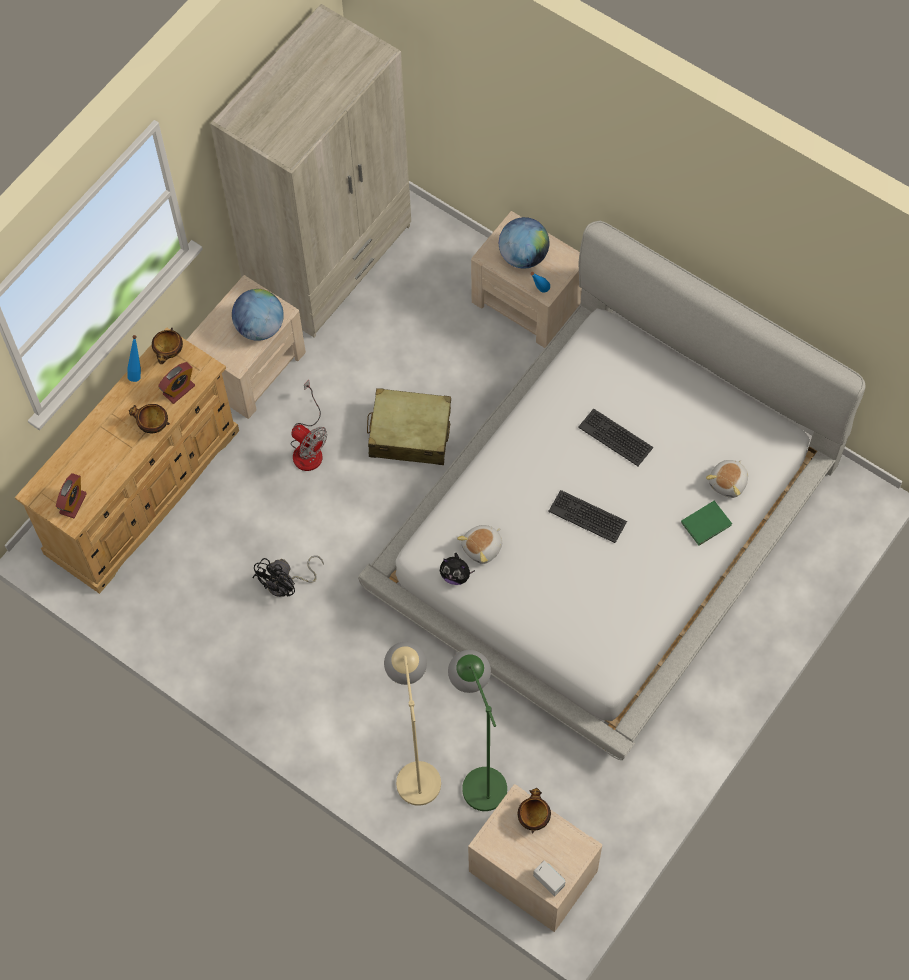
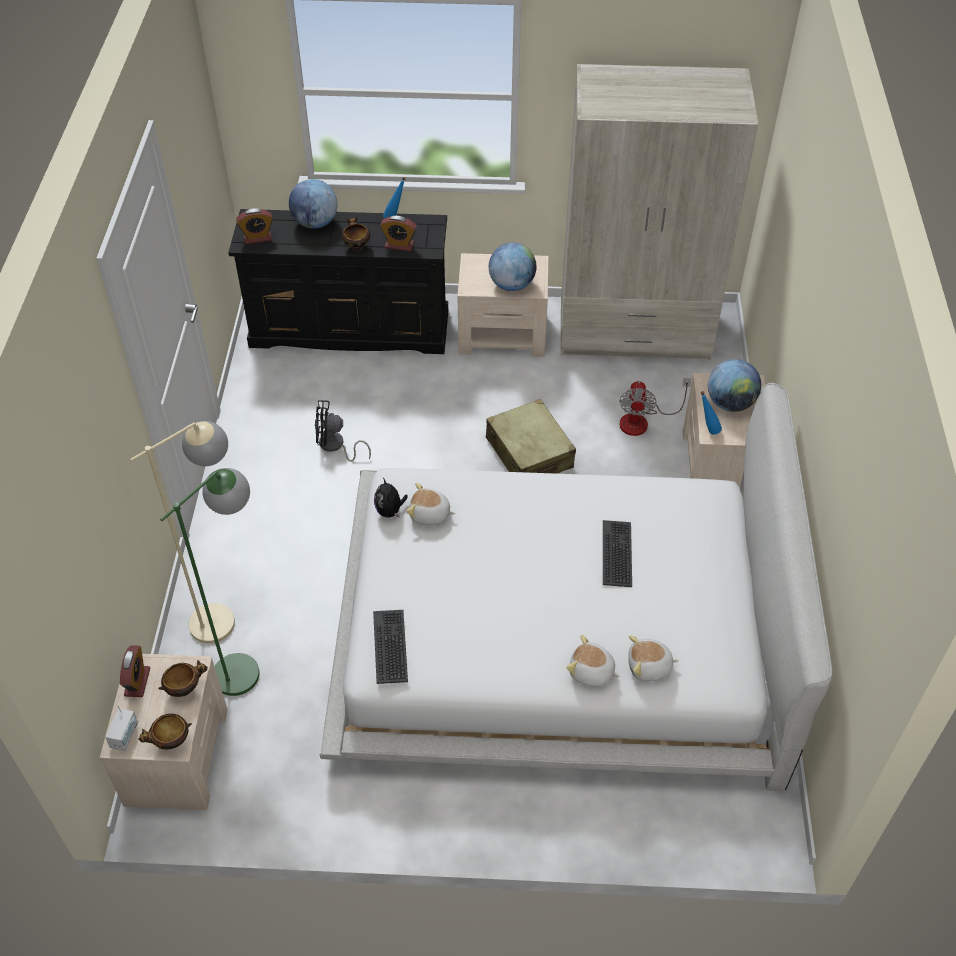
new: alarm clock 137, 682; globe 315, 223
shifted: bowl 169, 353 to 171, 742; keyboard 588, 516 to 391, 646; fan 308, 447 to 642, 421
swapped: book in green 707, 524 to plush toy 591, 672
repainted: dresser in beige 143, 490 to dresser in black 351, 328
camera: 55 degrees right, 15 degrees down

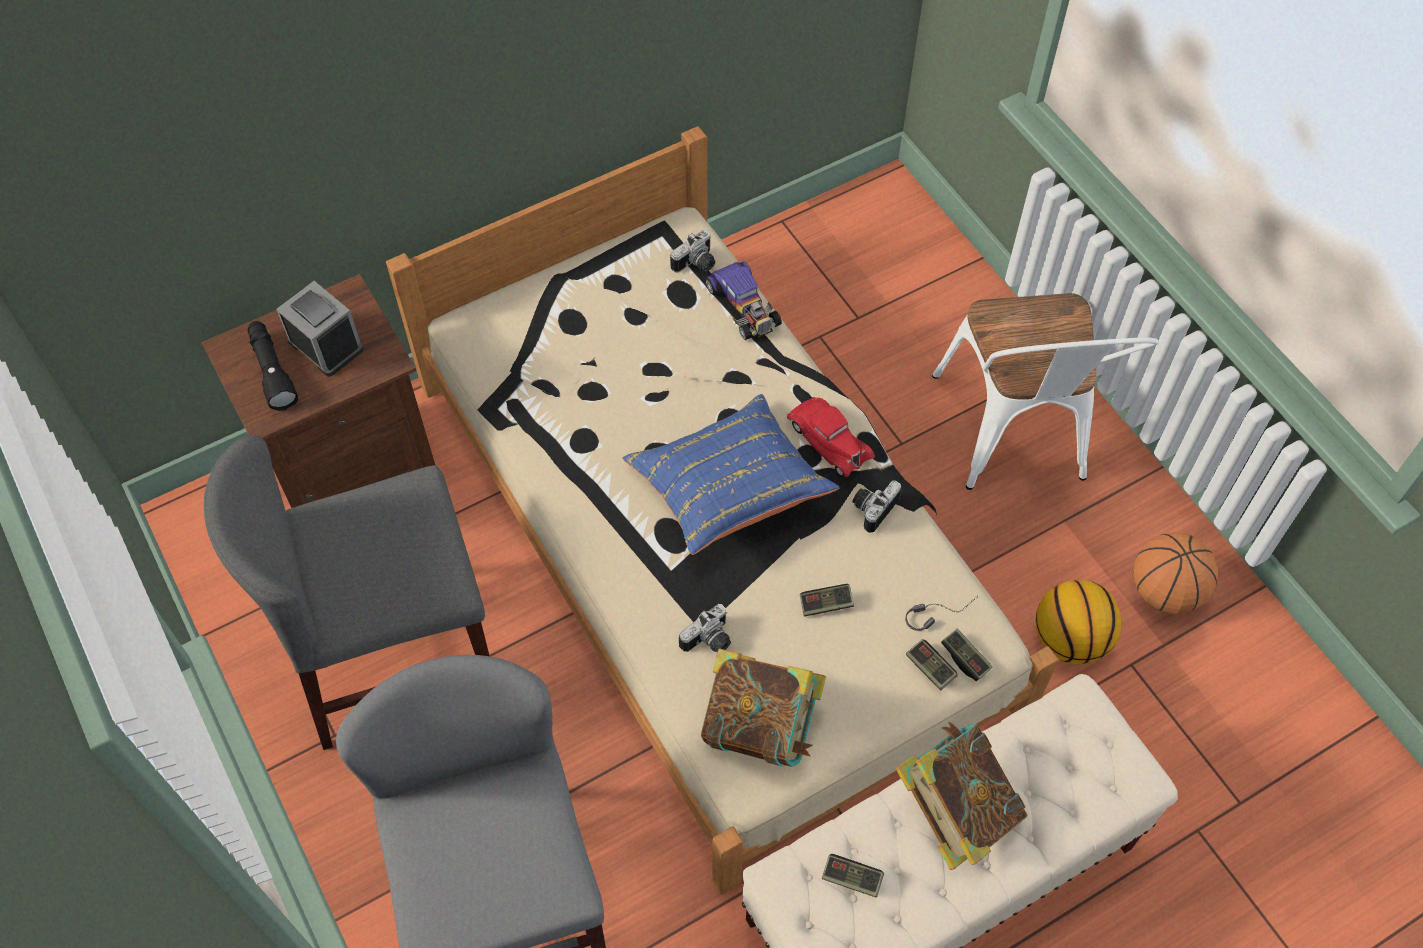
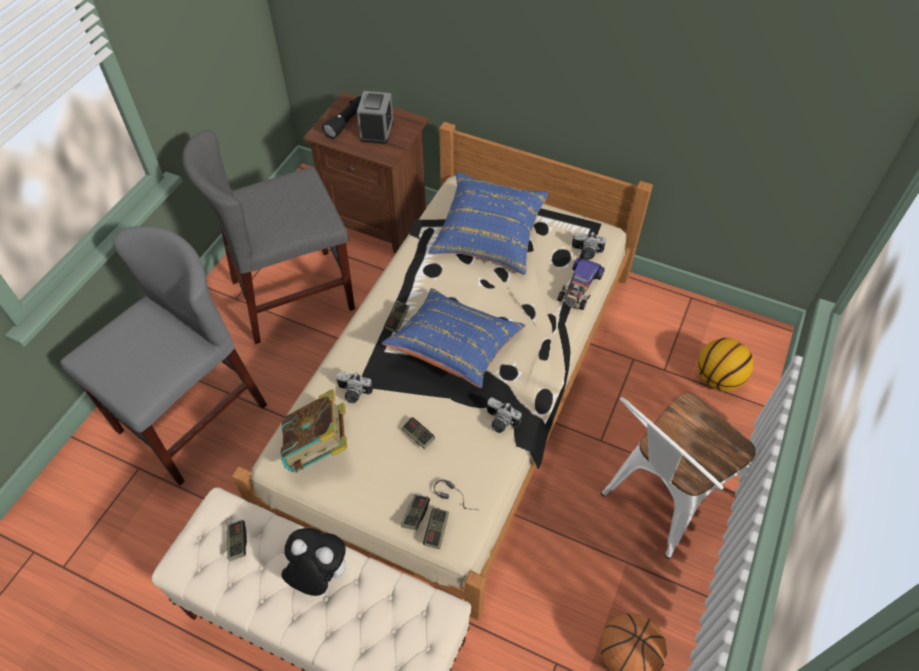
gone: toy car in red 829, 440
new: game controller 397, 320; pillow in blue 488, 236
shifted: basketball 1070, 639 to 718, 378
swapped: book 955, 808 to plush toy 318, 575
rotated: chair in grey 395, 655 = 293, 295 60 degrees counterclockwise; photo camera 872, 508 = 499, 422 150 degrees counterclockwise
camera: 55 degrees right, 5 degrees down

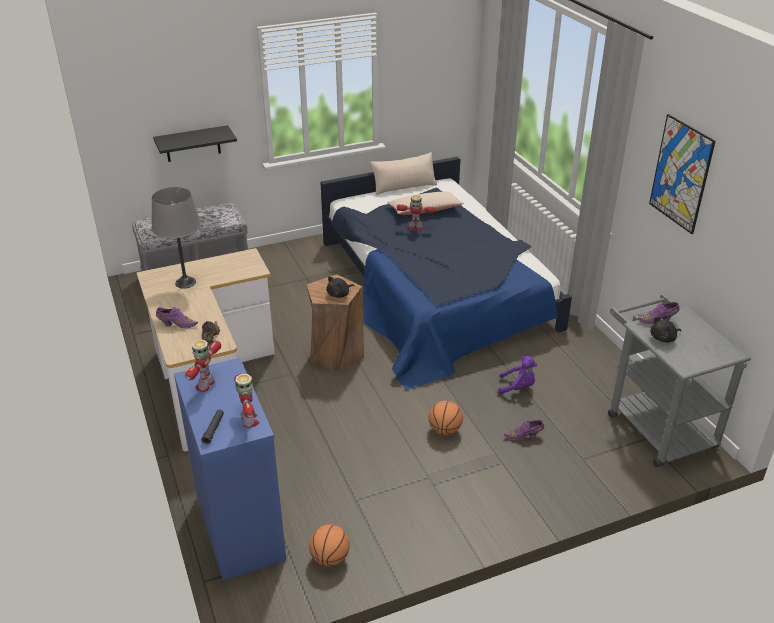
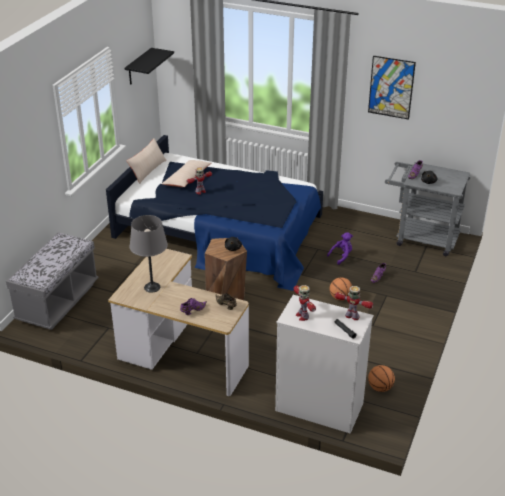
shifted: shelf in black 192, 144 to 138, 67
repainted: dresser in blue 239, 526 to dresser in white 318, 407
camera: 45 degrees left, 0 degrees up

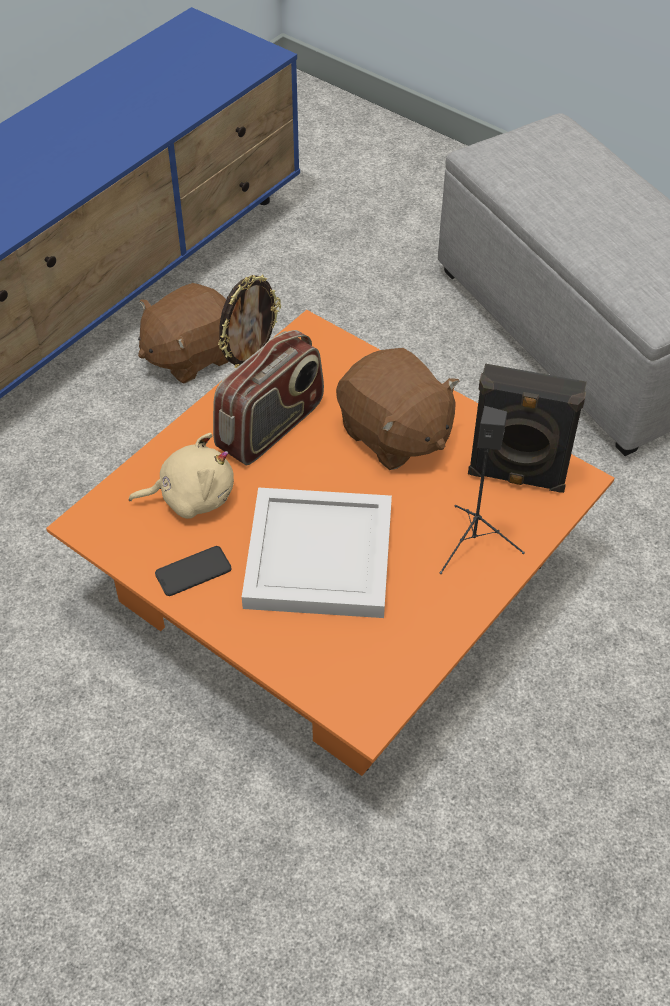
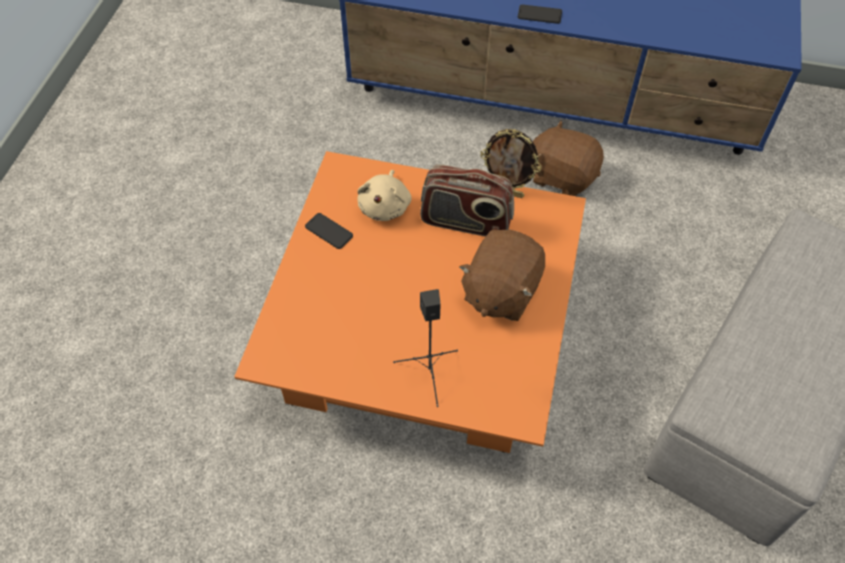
gone: tray in white 316, 558; speaker in black 516, 477
new: phone 539, 14
rotated: plush toy in beige 191, 496 = 385, 206 45 degrees clockwise
camera: 65 degrees right, 5 degrees up

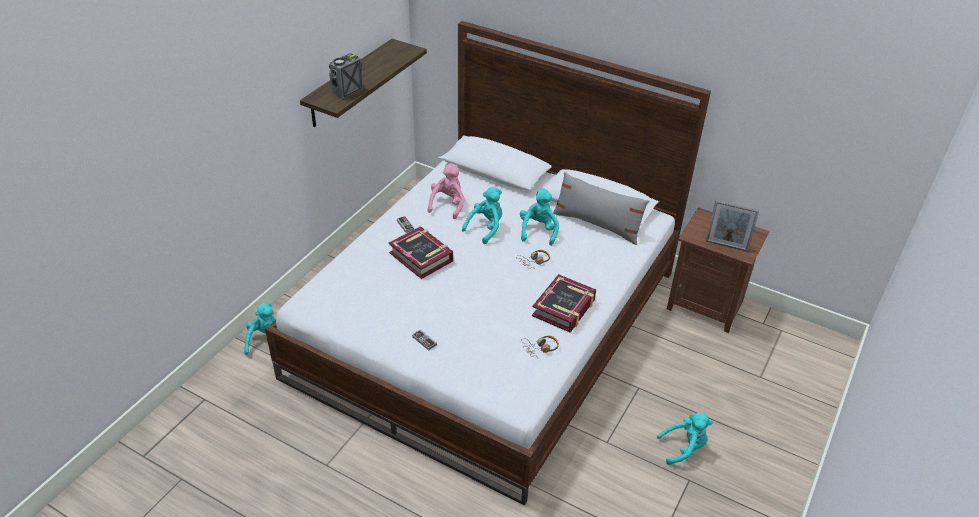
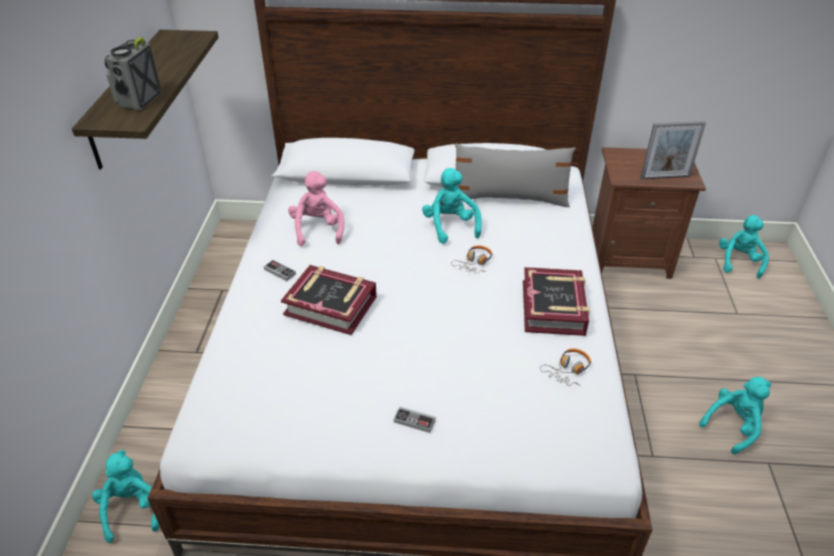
shifted: plush toy in turquoise 486, 228 to 739, 262
camera: 25 degrees left, 0 degrees up

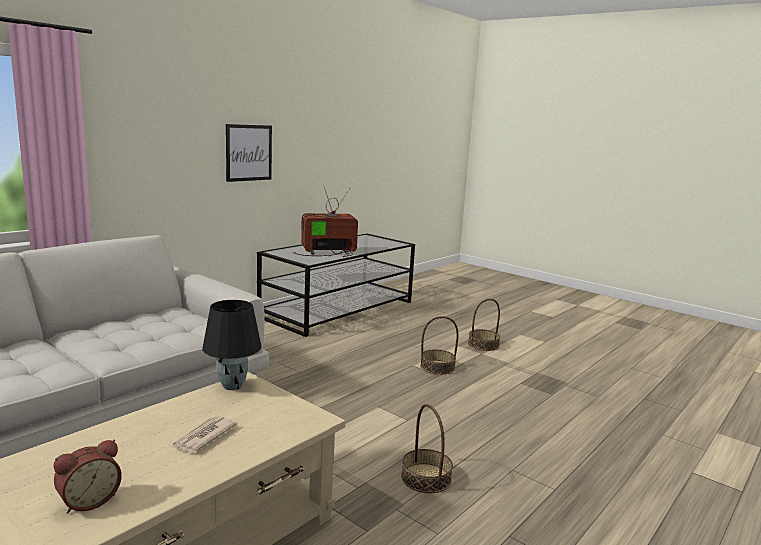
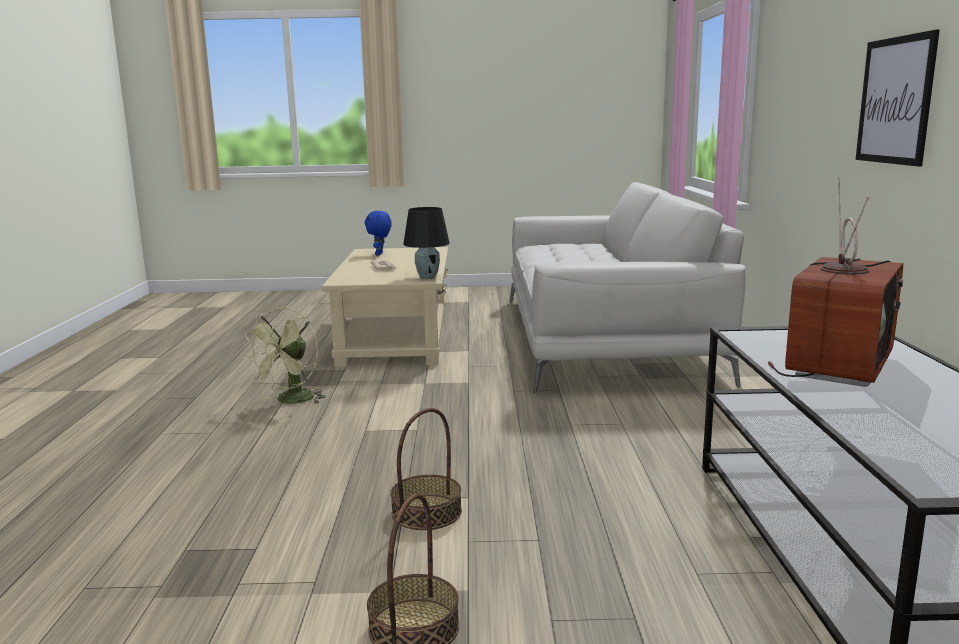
swapped: basket 426, 478 to fan in green 291, 401; alarm clock 89, 500 to plush toy in blue 380, 254
camera: 140 degrees right, 0 degrees up

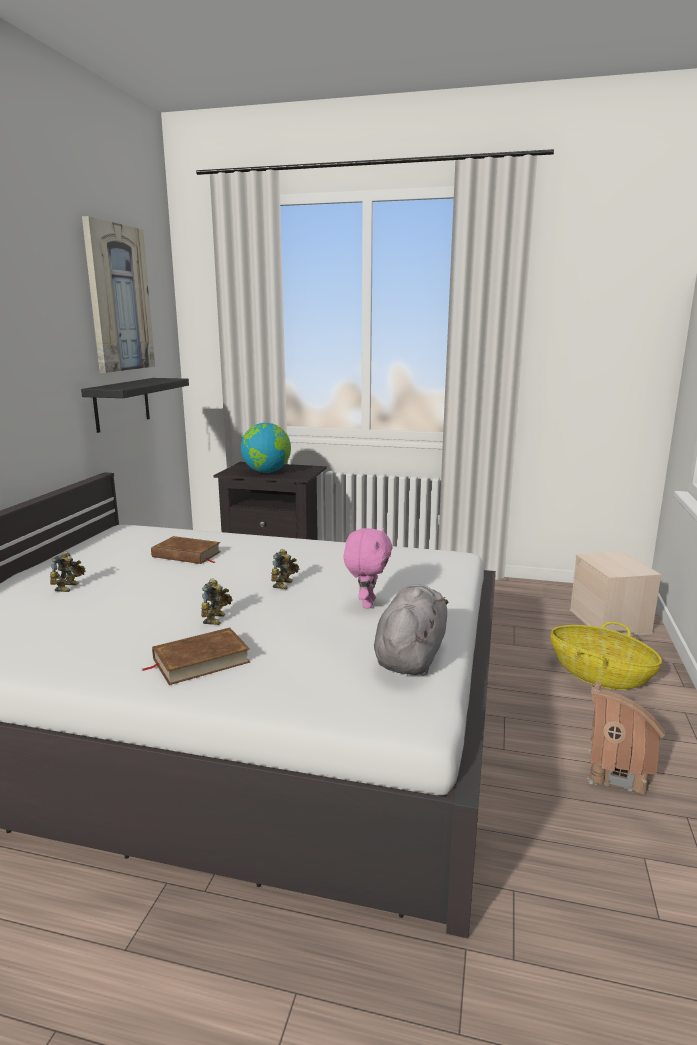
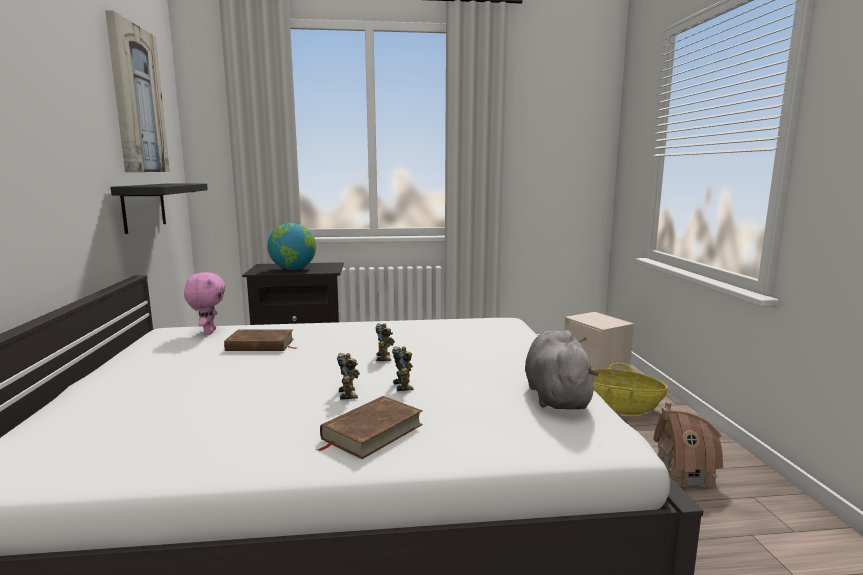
shifted: plush toy in pink 367, 603 to 208, 332; toy robot 69, 587 to 405, 385
camera: 20 degrees left, 5 degrees down

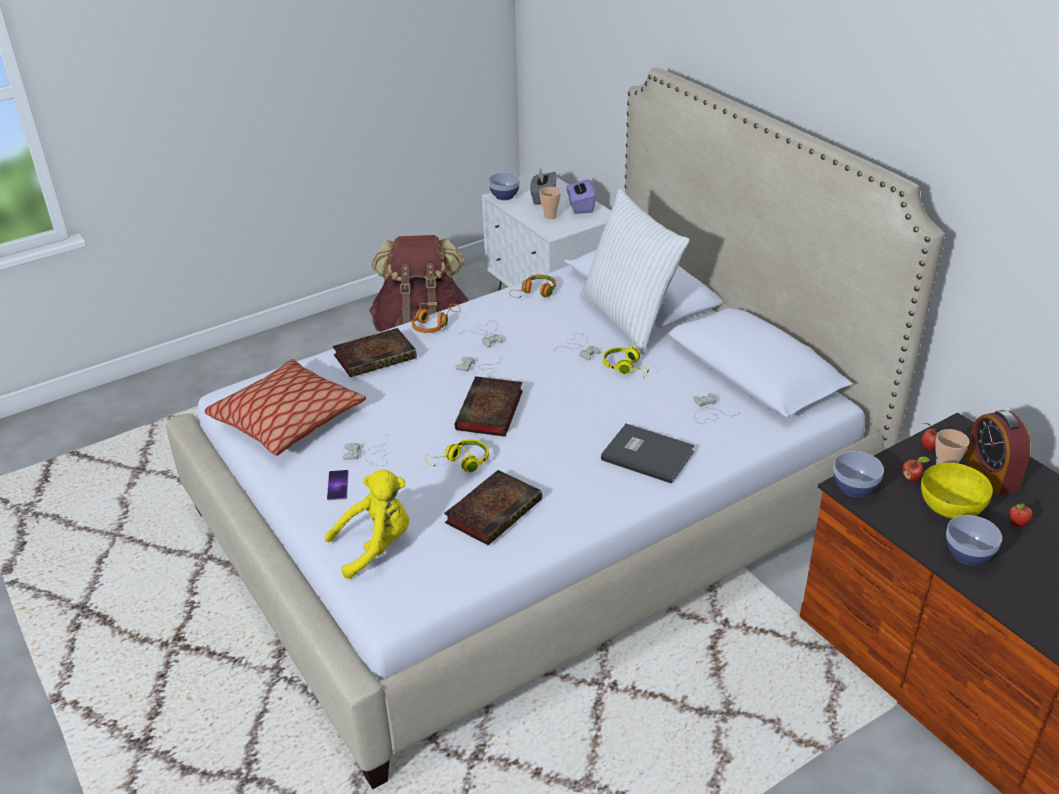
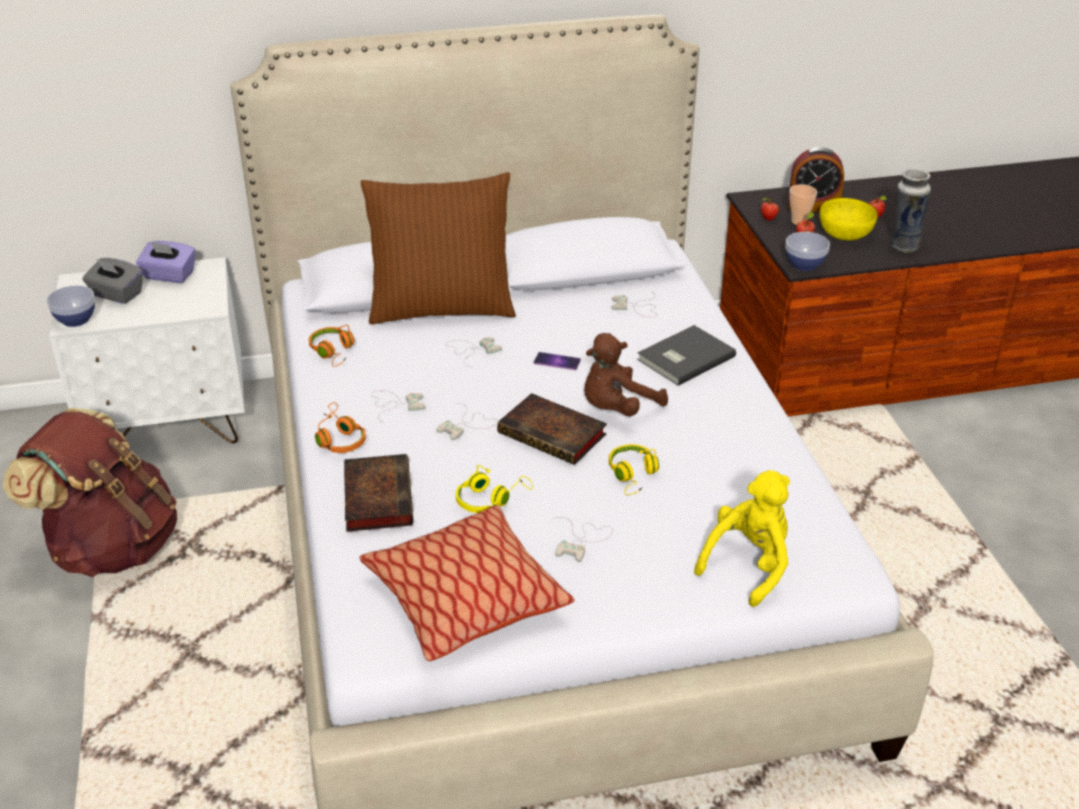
gone: book 494, 510; cup 550, 216
new: plush toy in brown 617, 408
shifted: headphones in yellow 626, 368 to 490, 499; phone 337, 485 to 557, 361
swapped: bowl 968, 555 to vase 903, 245
repainted: pillow in white 629, 319 to pillow in brown 442, 308
rotated: plush toy in yellow 376, 546 = 748, 565 45 degrees clockwise
camera: 70 degrees left, 0 degrees up

